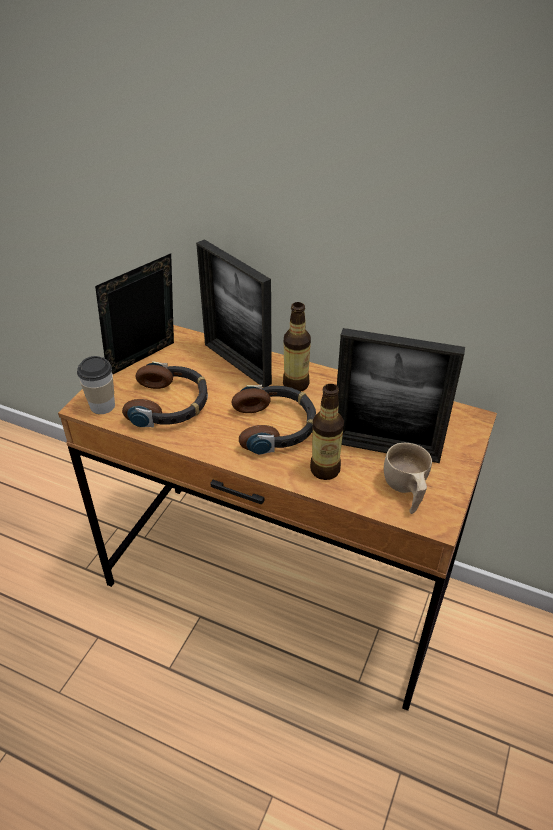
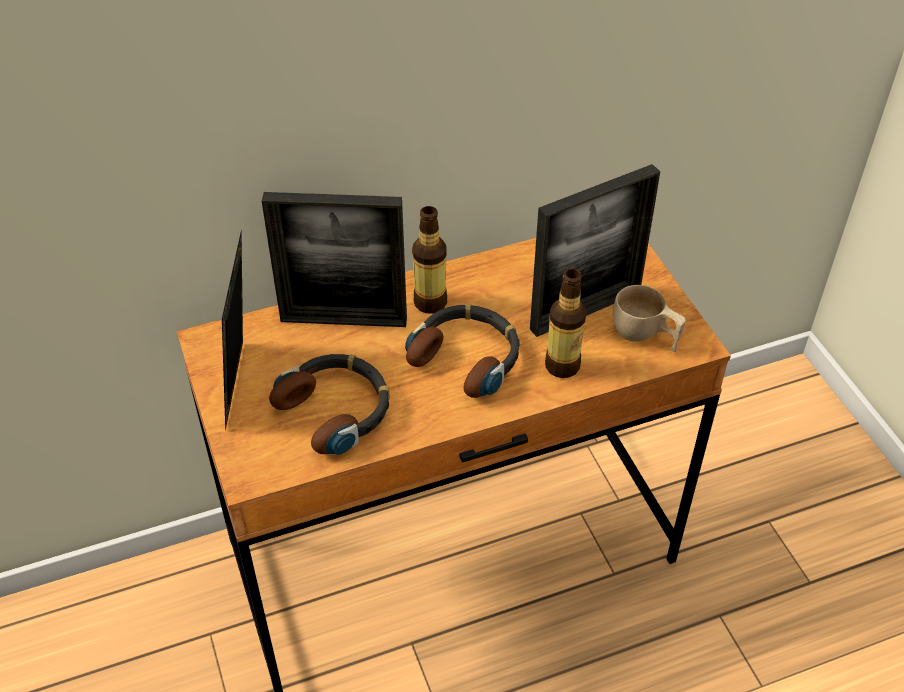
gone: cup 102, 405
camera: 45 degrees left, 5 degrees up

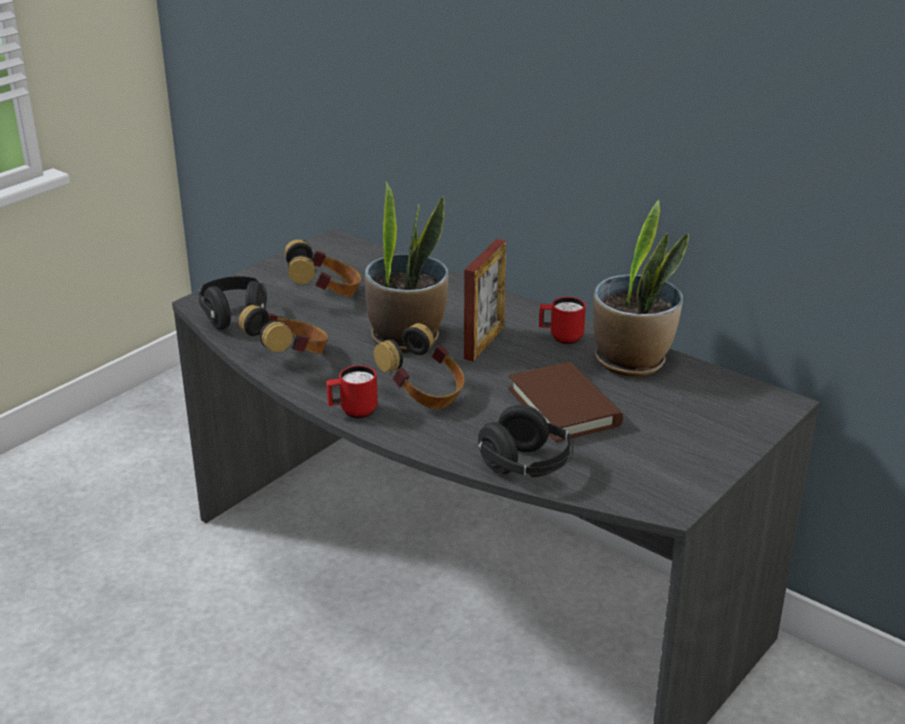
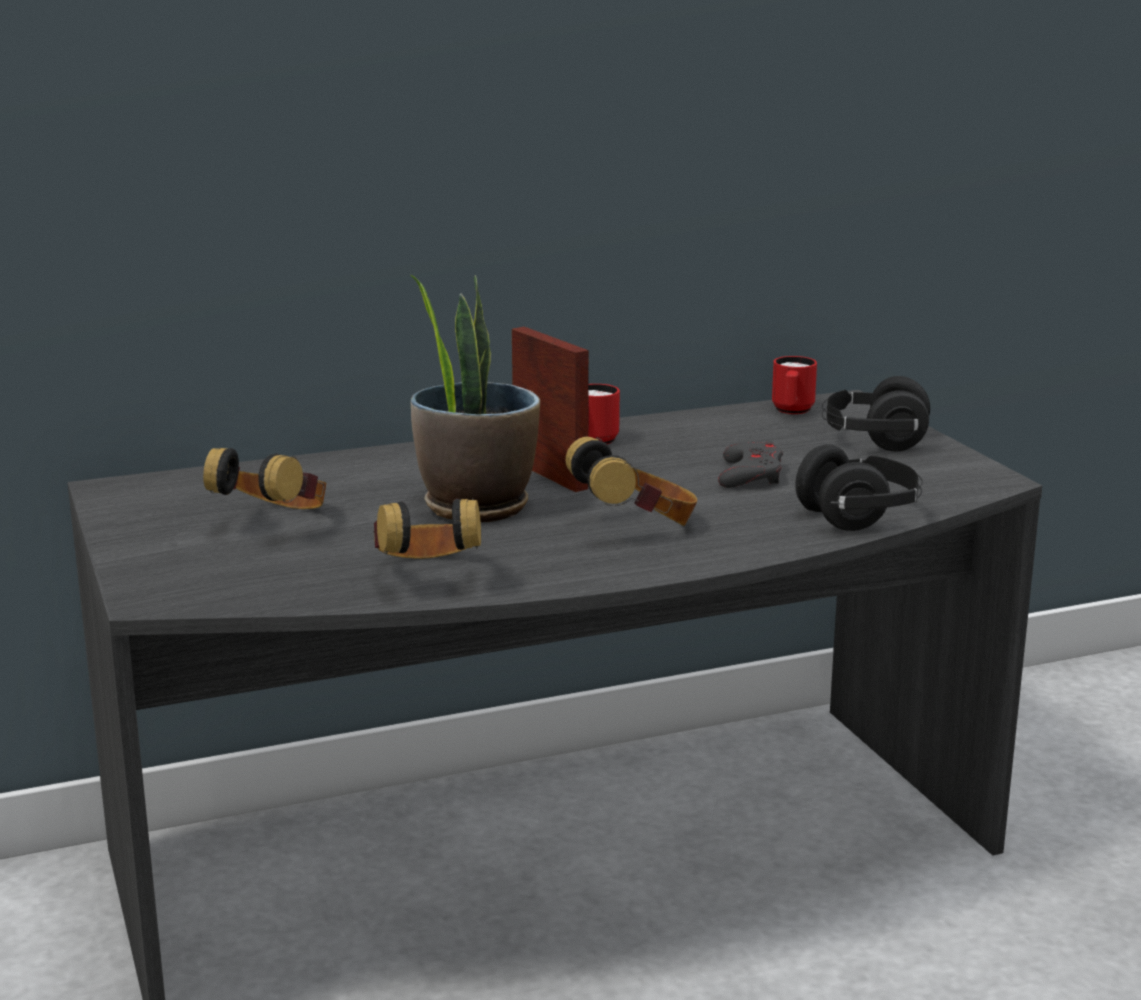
gone: potted plant 632, 361
shifted: mug in red 353, 412 to 792, 411; headphones in black 235, 317 to 873, 441
swapped: book in brown 564, 407 to game controller in grey 750, 474
camera: 60 degrees left, 10 degrees down

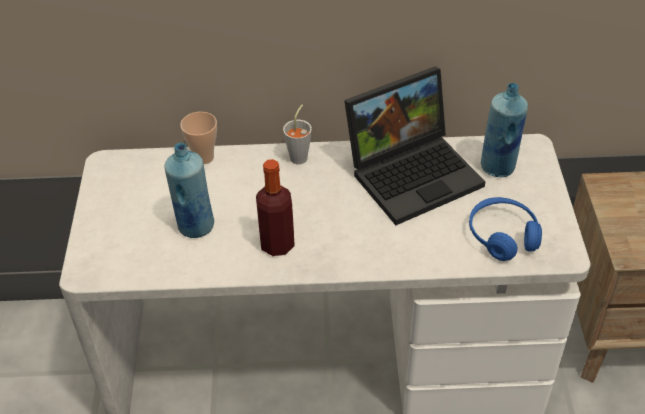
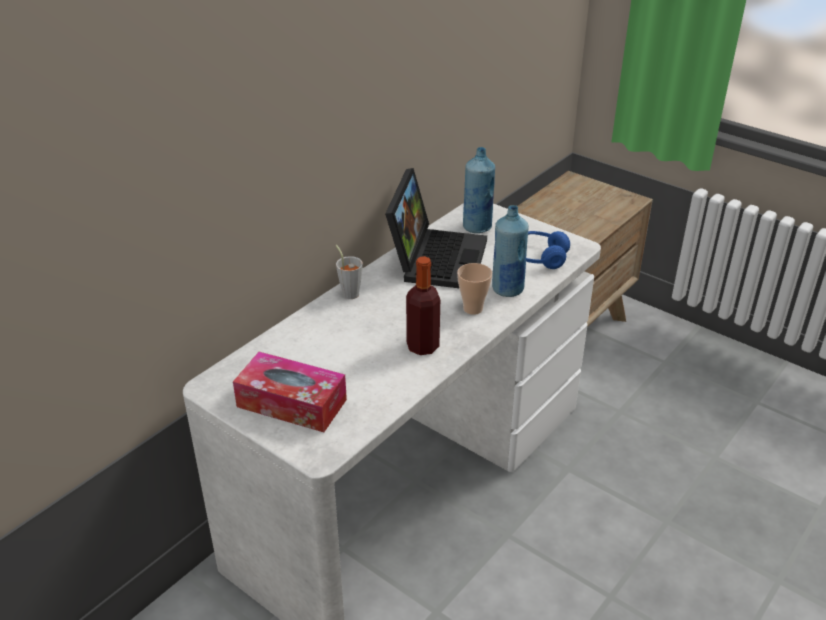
new: tissue box 291, 403
shifted: cup 203, 157 to 473, 309; bottle in blue 195, 226 to 507, 289
camera: 50 degrees left, 10 degrees down

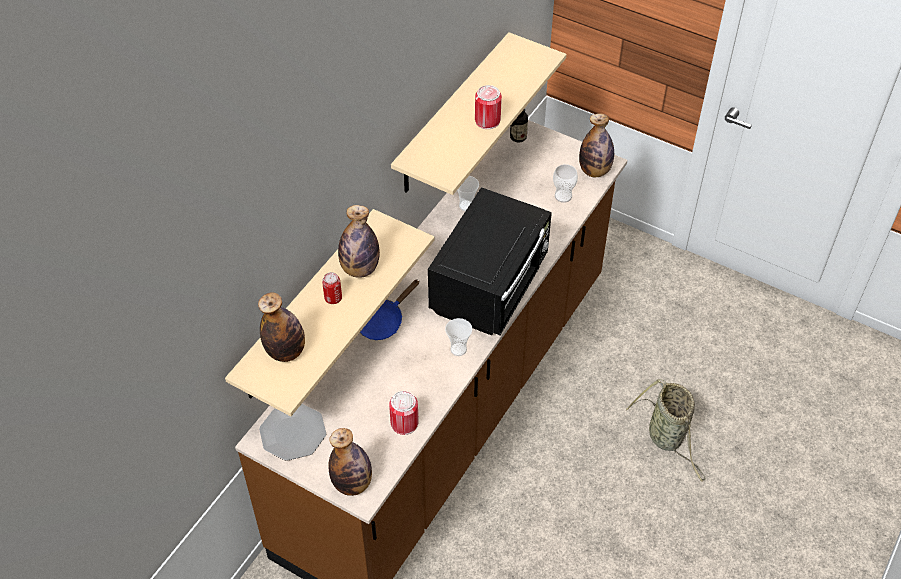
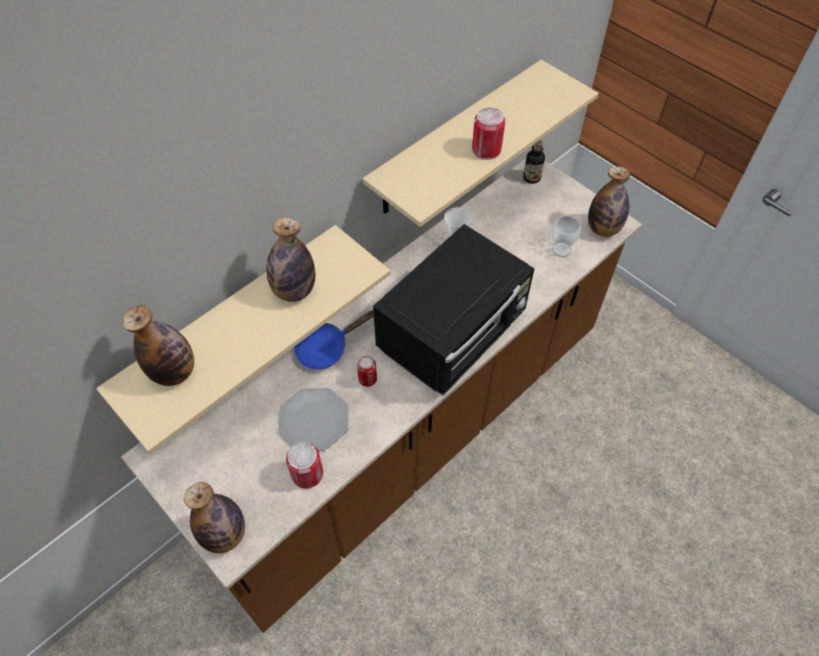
gone: cup 458, 349; basket 667, 438
shifted: plate 293, 433 to 314, 420; can 333, 298 to 367, 379
camera: 15 degrees right, 5 degrees up

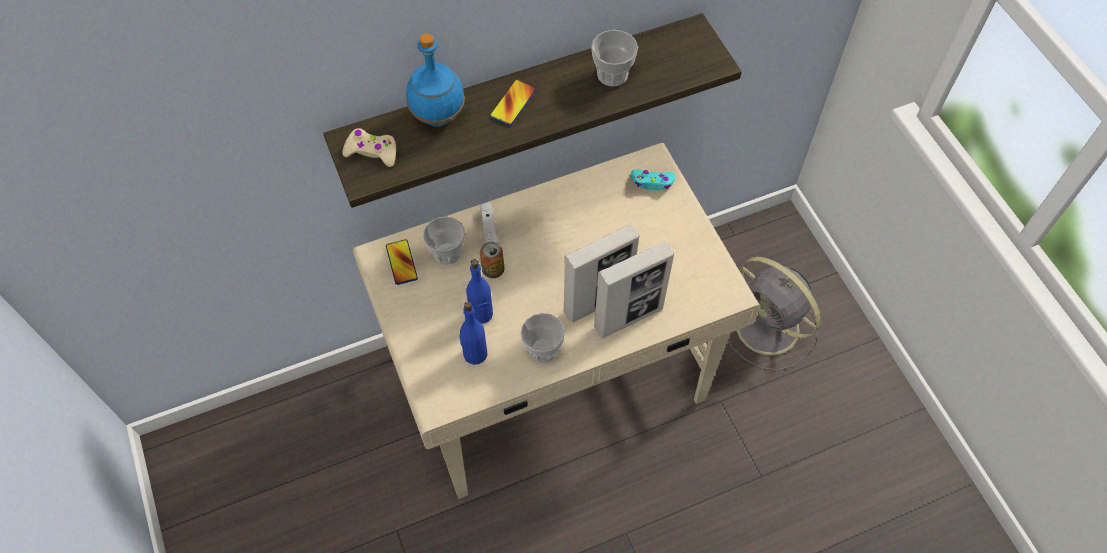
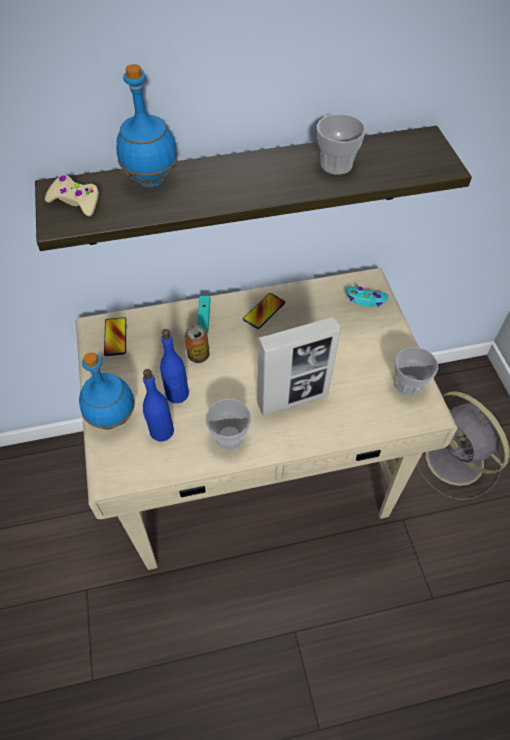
gone: picture frame 628, 317
new: bottle in blue 113, 418
shifted: phone 513, 103 to 264, 311; cup 447, 253 to 408, 384
repainted: game controller in white 489, 228 to game controller in turquoise 204, 319
camera: 10 degrees right, 5 degrees down

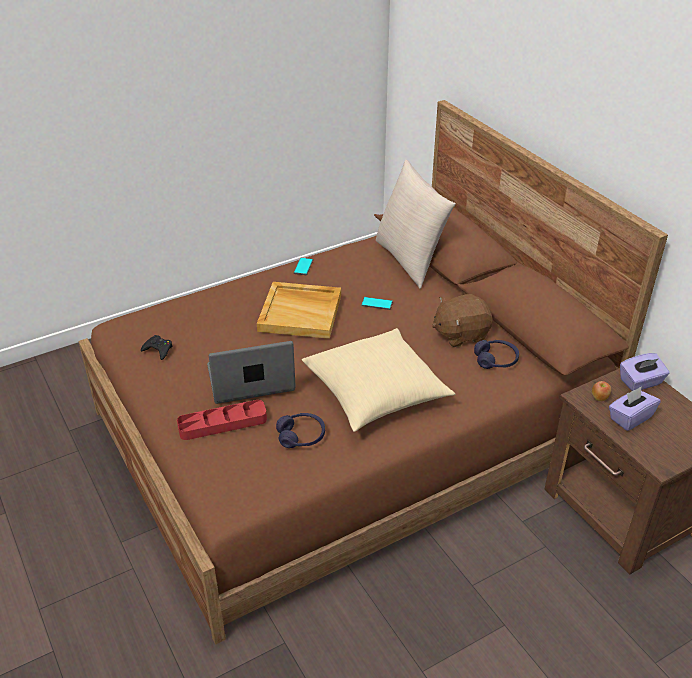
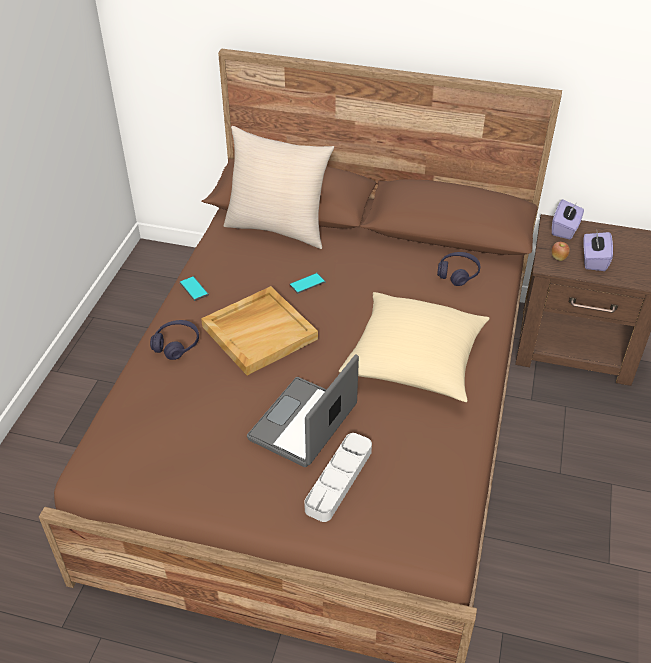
gone: game controller in black 158, 349; plush toy in brown 460, 334
shifted: headphones in purple 301, 436 to 176, 345
repainted: tray in red 222, 423 to tray in grey 339, 480
camera: 45 degrees left, 5 degrees up

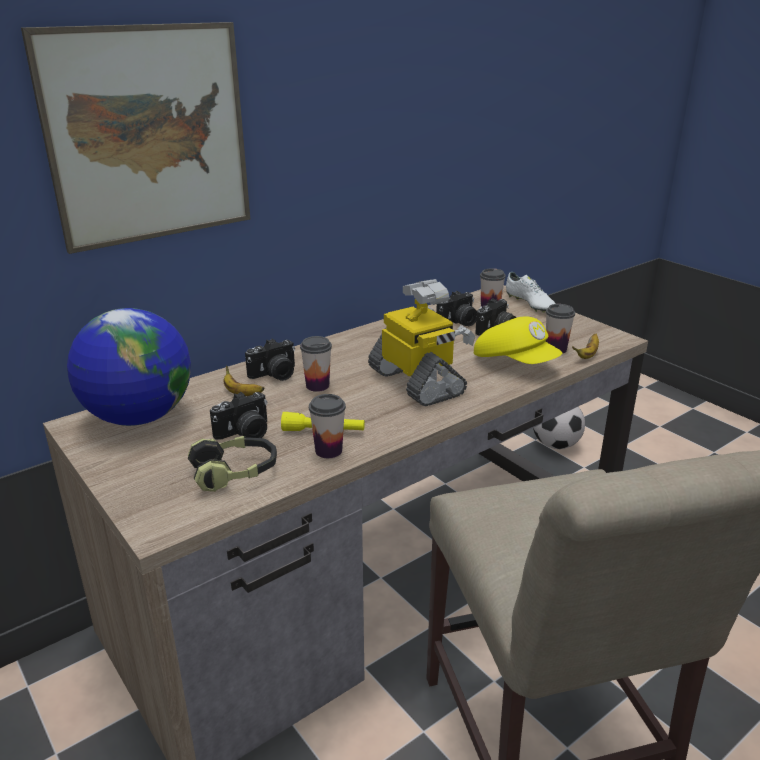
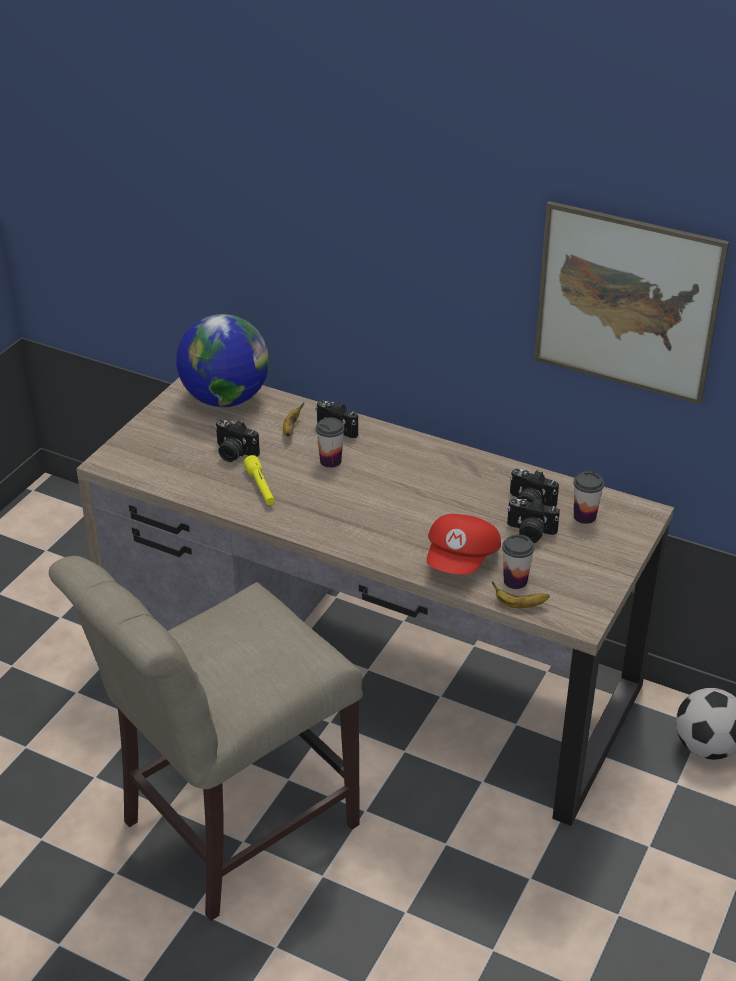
gone: headphones 235, 473; cup 328, 450; toy robot 418, 382; shoe in white 529, 304
shifted: picture 149, 135 to 626, 303
repainted: cap in yellow 515, 362 to cap in red 462, 560
camera: 65 degrees right, 10 degrees up

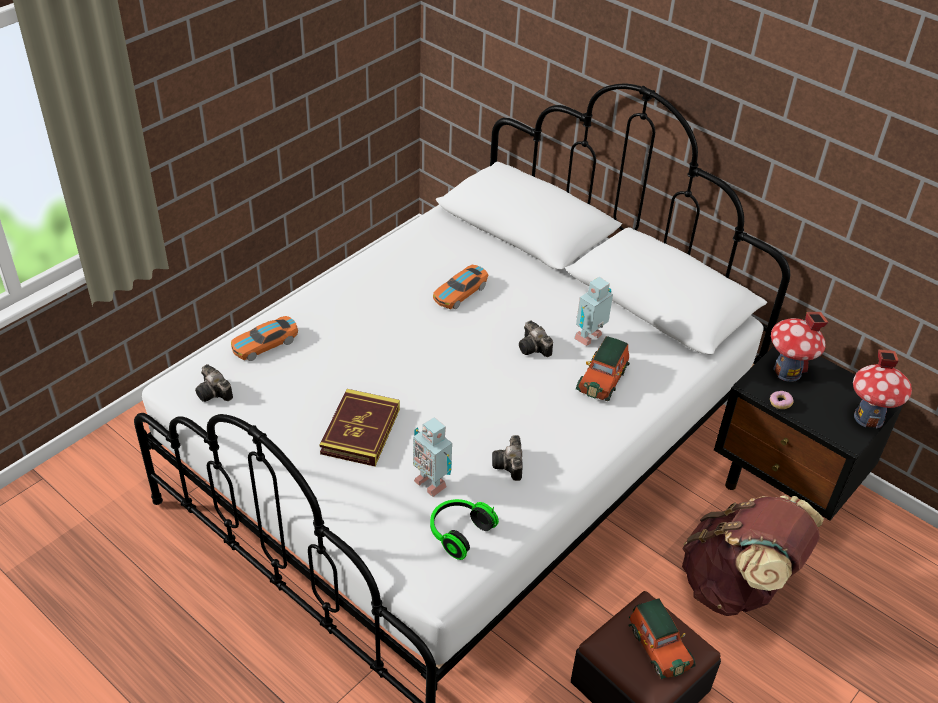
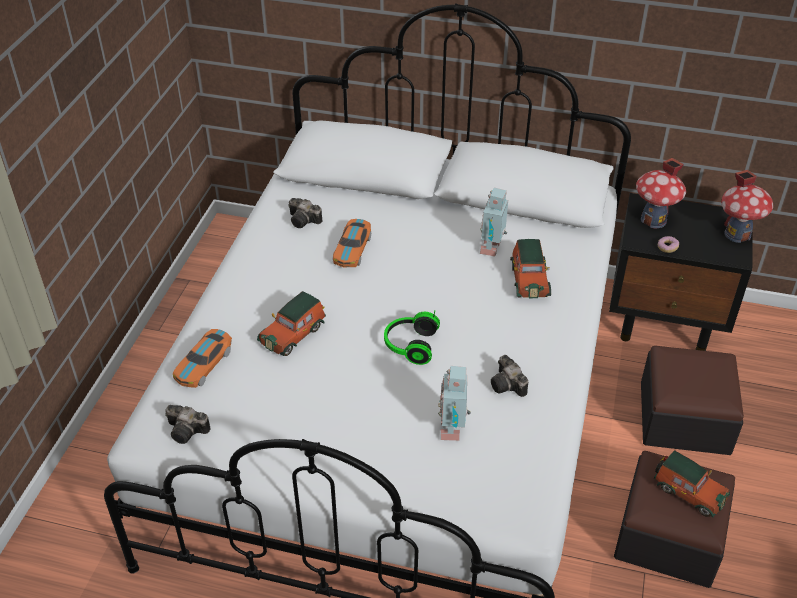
gone: book 360, 431
new: toy car 294, 333
shifted: photo camera 534, 348 to 305, 221; headphones 458, 532 to 410, 345
swapped: backpack in brown 736, 586 to ottoman 684, 418
rotated: toy robot 431, 482 = 453, 429 75 degrees clockwise
camera: 25 degrees left, 0 degrees up

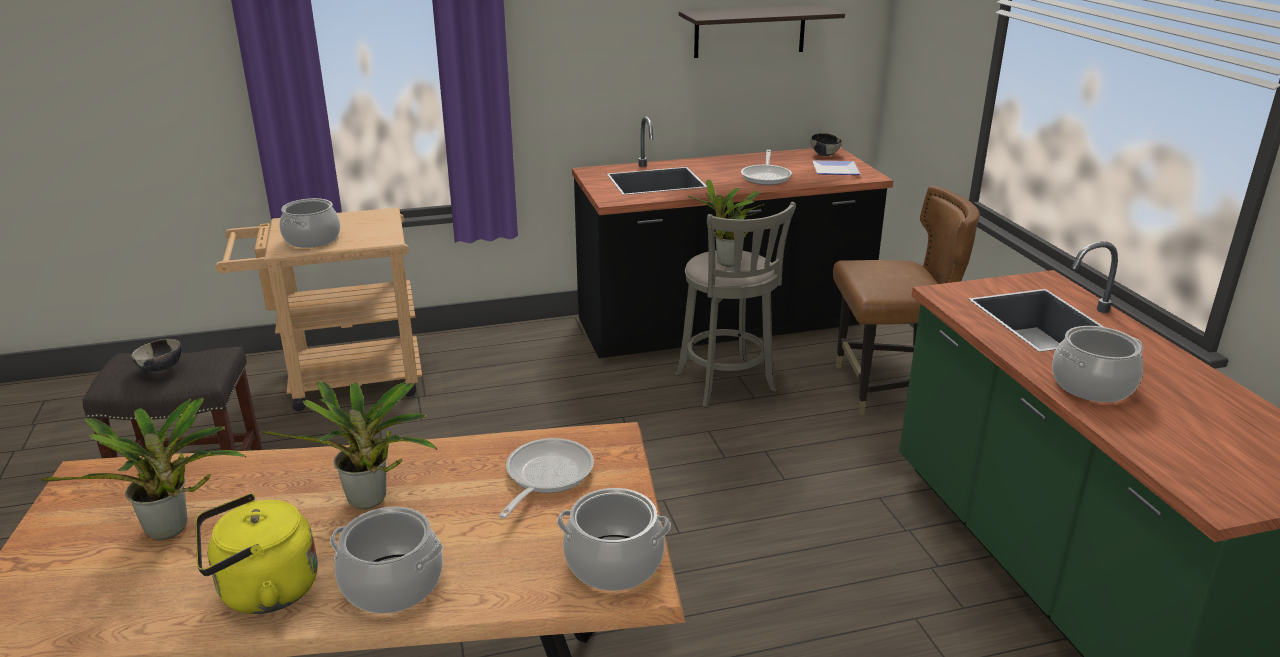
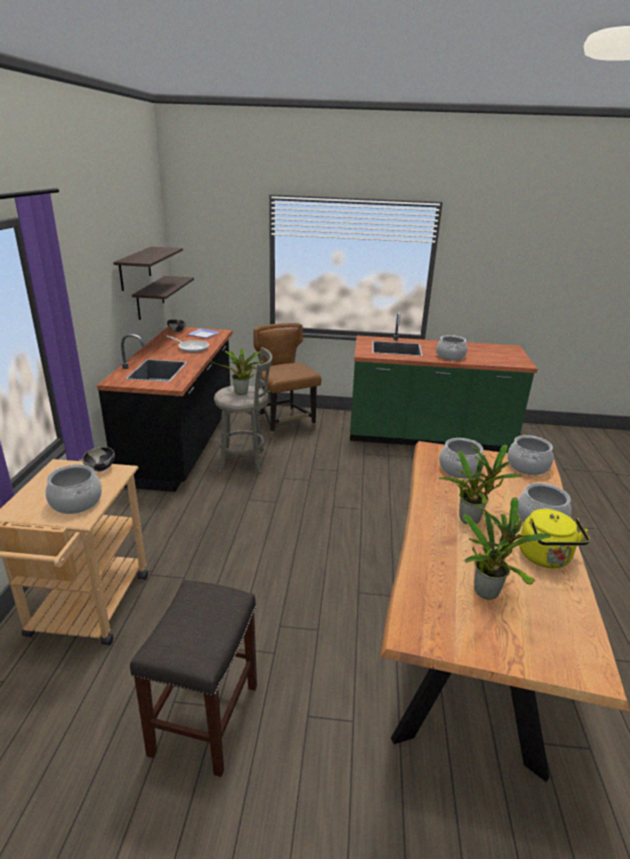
new: shelf 150, 297
shifted: bowl 161, 369 to 101, 468
swapped: frying pan 545, 477 to cooking pot 460, 469
rotated: chair in brown 887, 389 = 285, 425 45 degrees counterclockwise
camera: 70 degrees left, 0 degrees up

